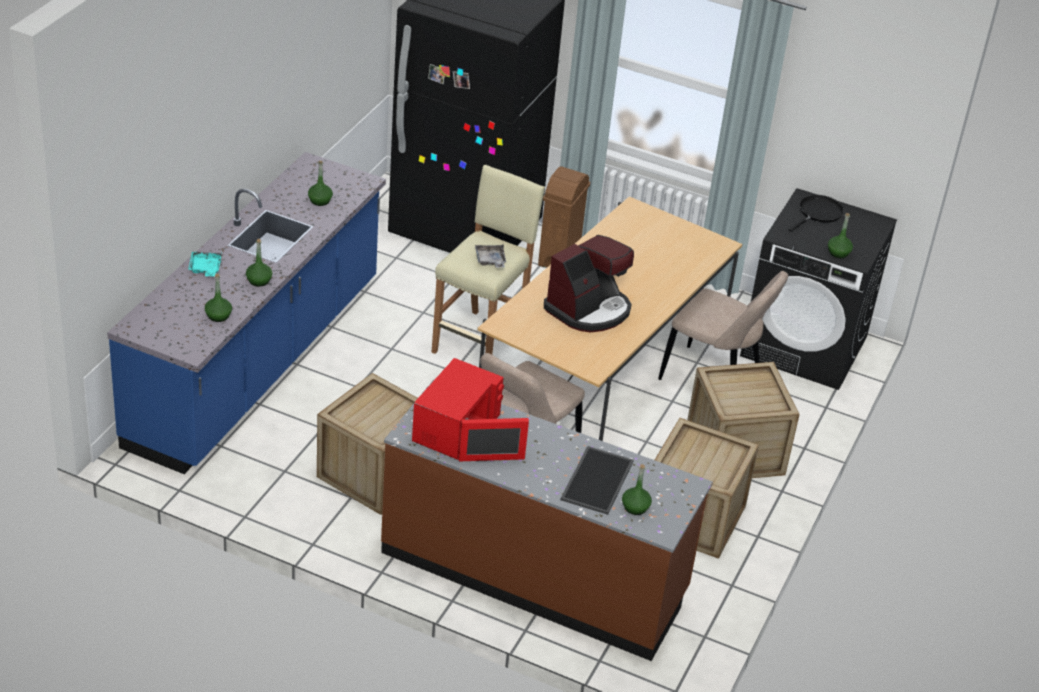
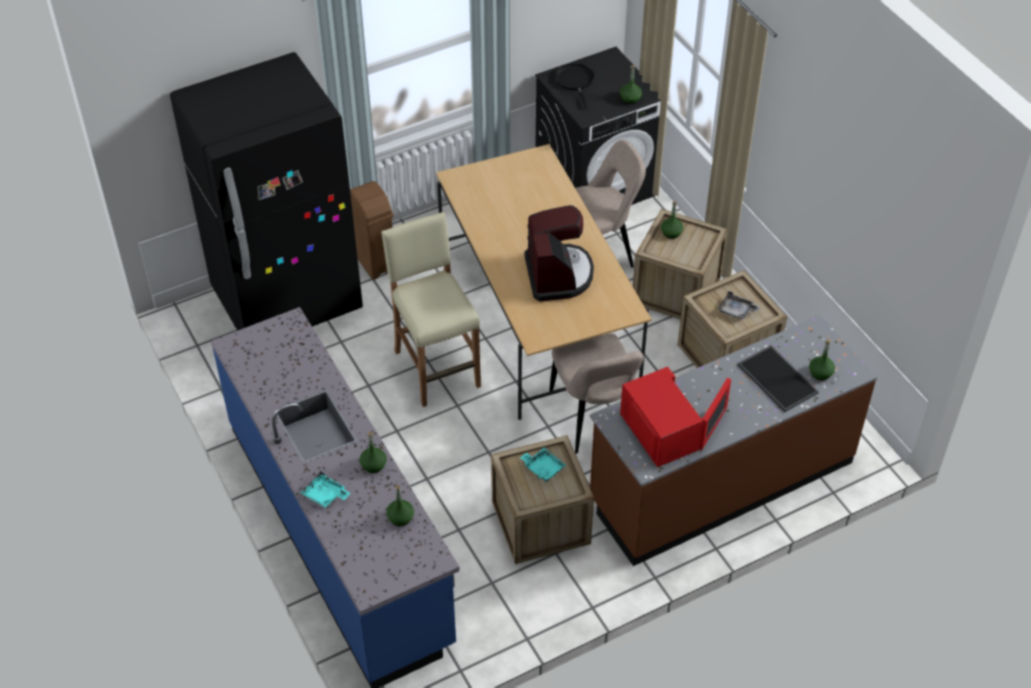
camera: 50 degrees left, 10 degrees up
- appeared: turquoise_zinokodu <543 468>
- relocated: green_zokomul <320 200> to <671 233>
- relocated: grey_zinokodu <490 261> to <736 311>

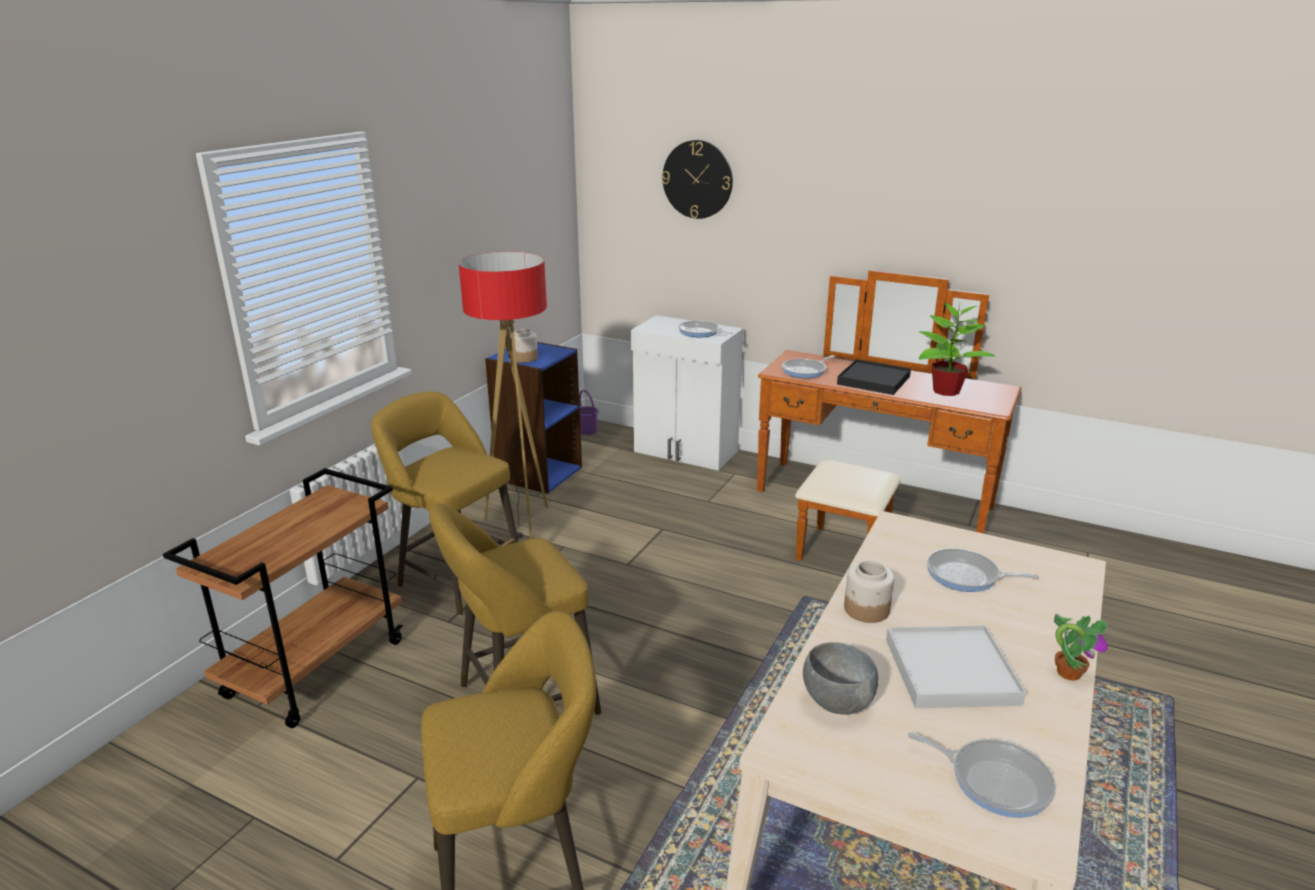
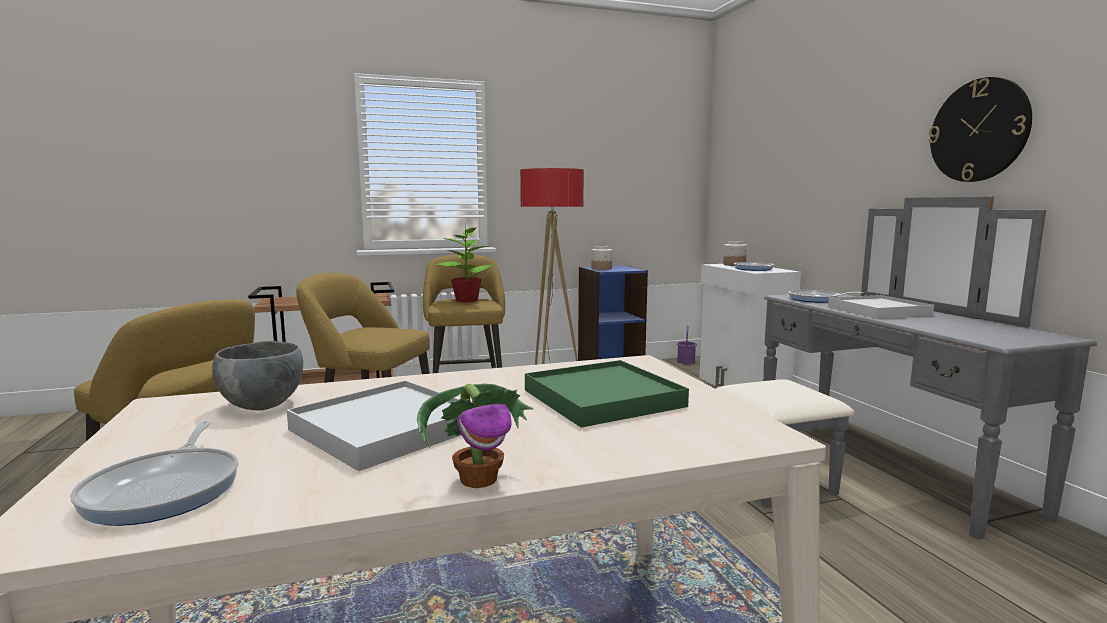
camera: 45 degrees right, 15 degrees down
- relocated: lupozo <945 391> to <466 300>
- exchanged: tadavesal <966 576> to green_zinokodu <602 398>
- colour: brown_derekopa <867 510> to grey_derekopa <859 468>
- relocated: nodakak <866 610> to <734 265>
- colour: black_zinokodu <873 380> to white_zinokodu <878 311>
- relocated: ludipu <697 179> to <978 130>

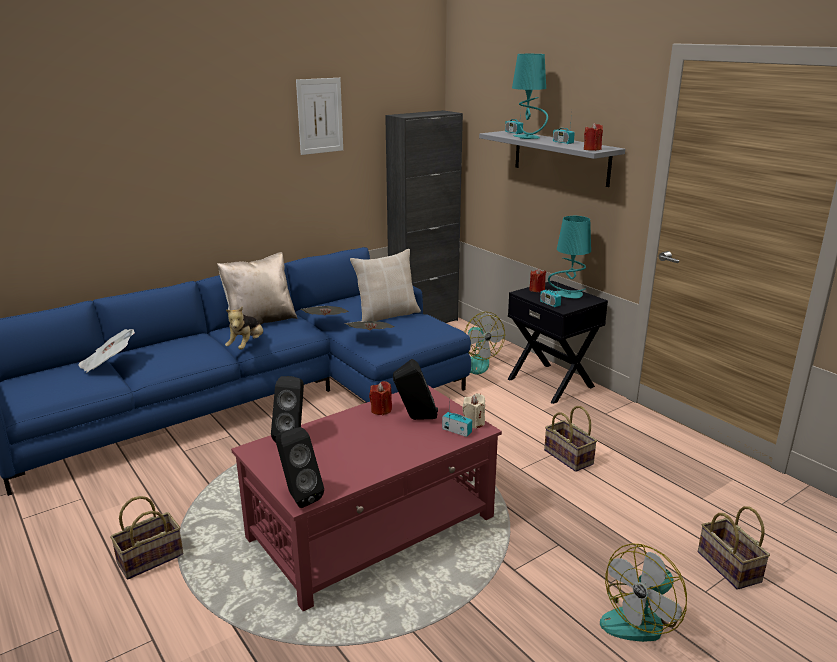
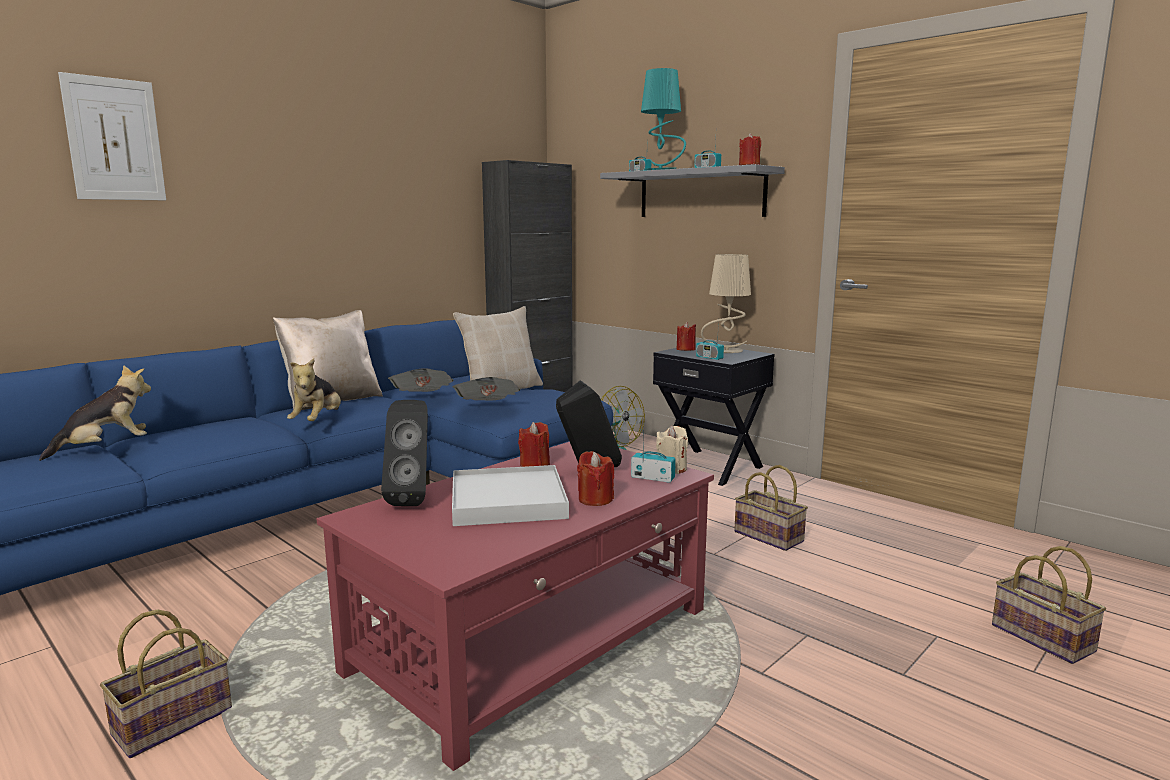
camera: 10 degrees left, 10 degrees down
- exchanged: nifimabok <108 364> to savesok <106 448>
- relocated: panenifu <320 116> to <114 139>
- appeared: white_zinokodu <507 501>
- appeared: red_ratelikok <595 499>
- colour: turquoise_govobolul <568 295> to beige_govobolul <725 351>
- missing: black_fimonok <298 497>
- missing: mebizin <641 618>

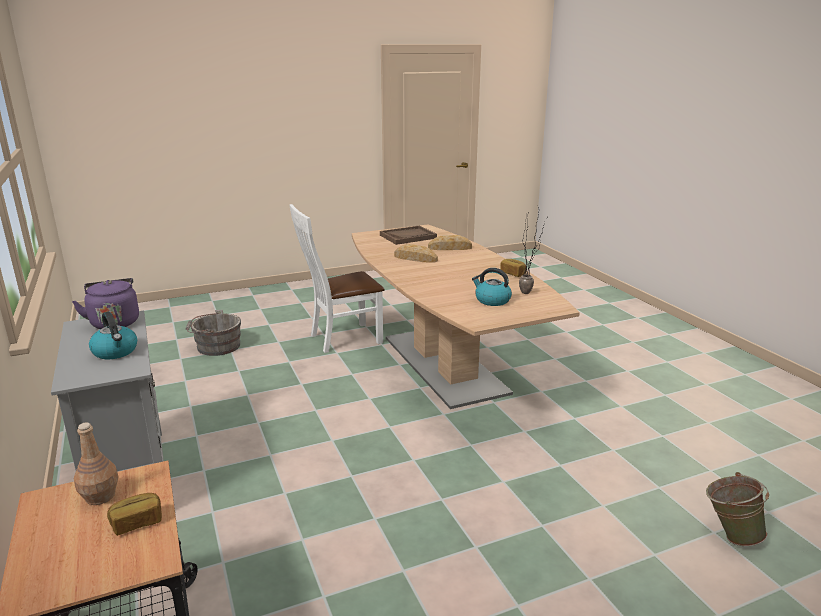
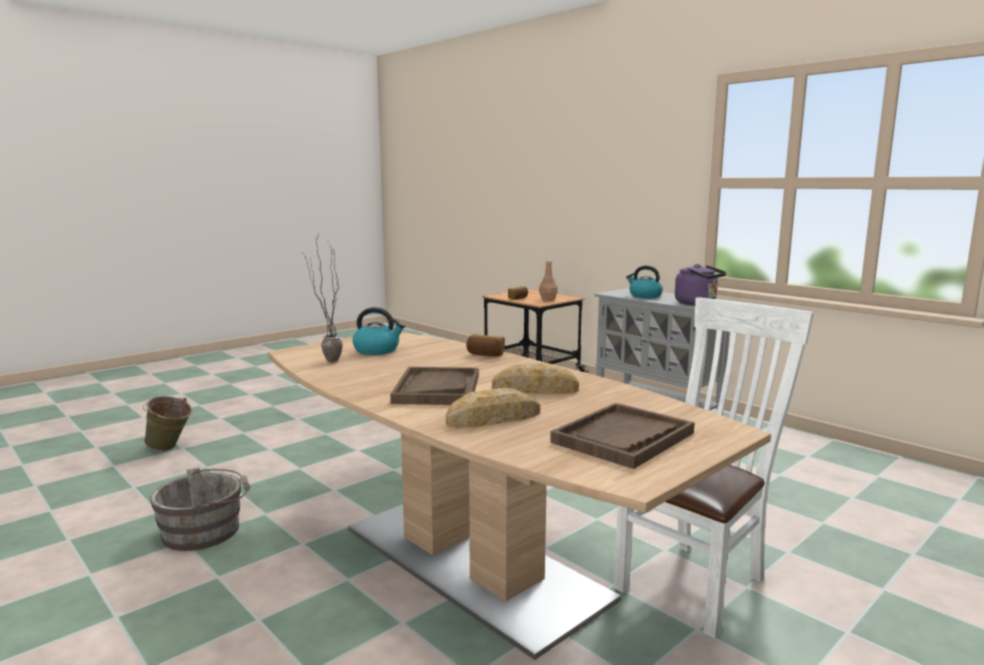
camera: 160 degrees right, 10 degrees down
- relocated: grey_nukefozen <216 347> to <206 531>
- appeared: brown_zinokodu <437 389>
- relocated: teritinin <513 274> to <485 354>

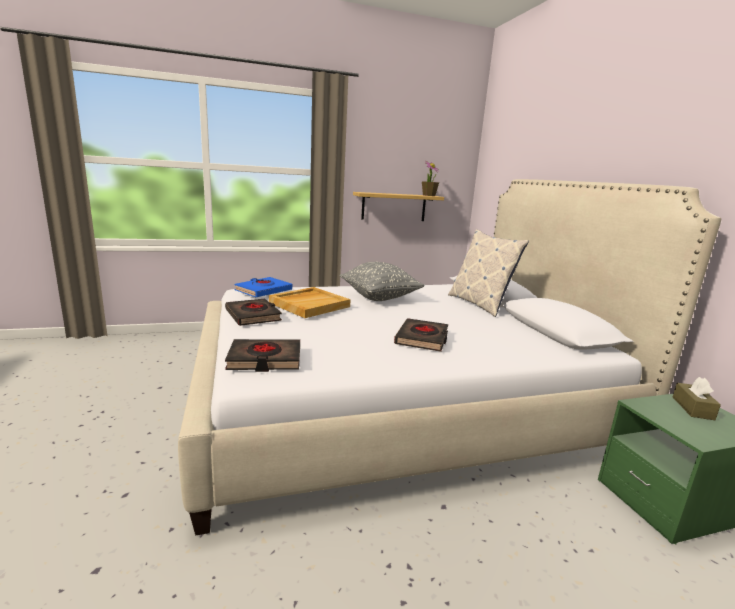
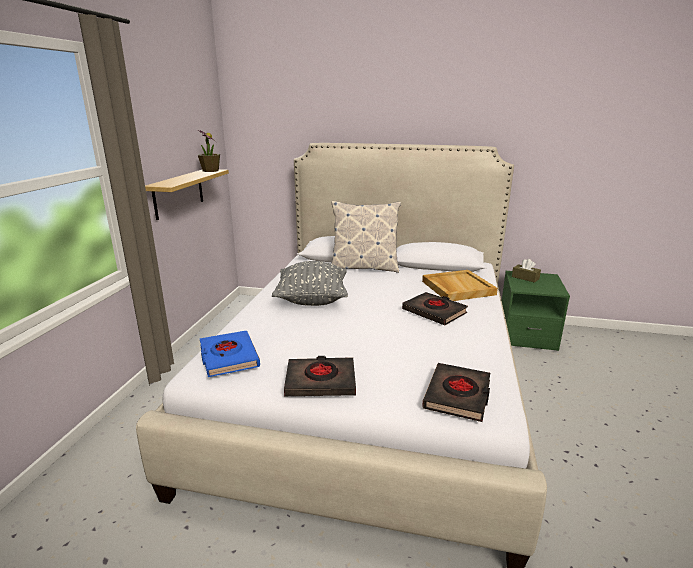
camera: 60 degrees left, 5 degrees up
- relocated: beige_zinokodu <309 304> to <457 288>

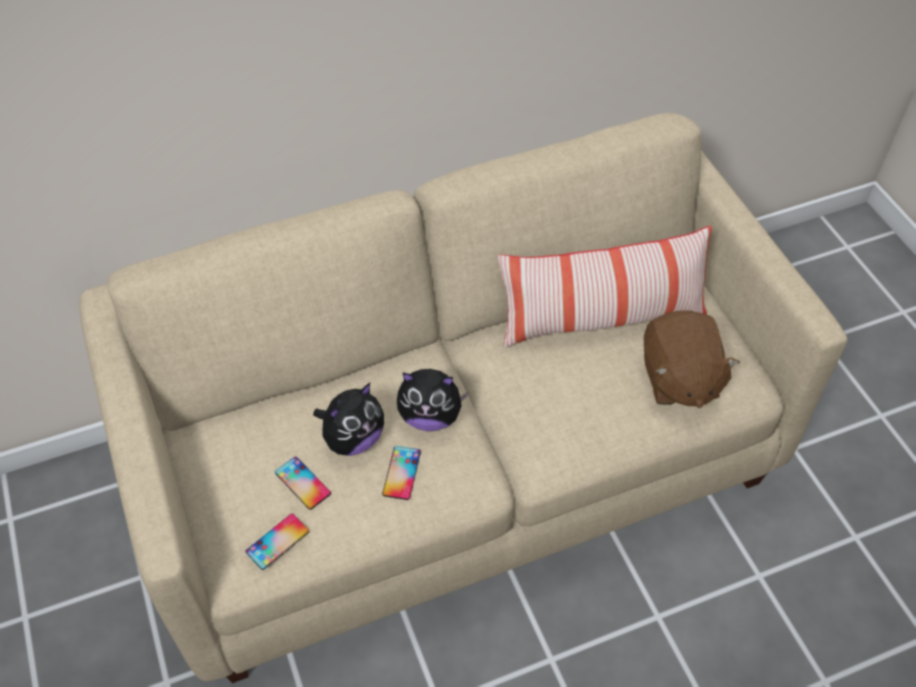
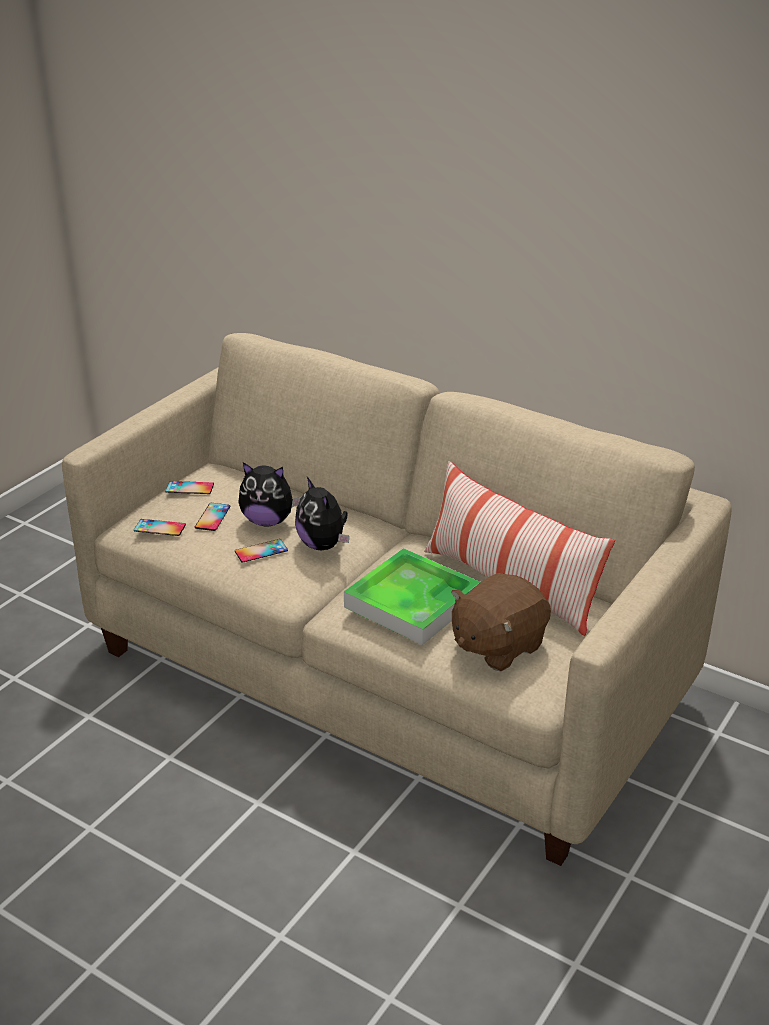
camera: 55 degrees right, 20 degrees down
- appeared: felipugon <189 488>
- appeared: zinokodu <412 602>

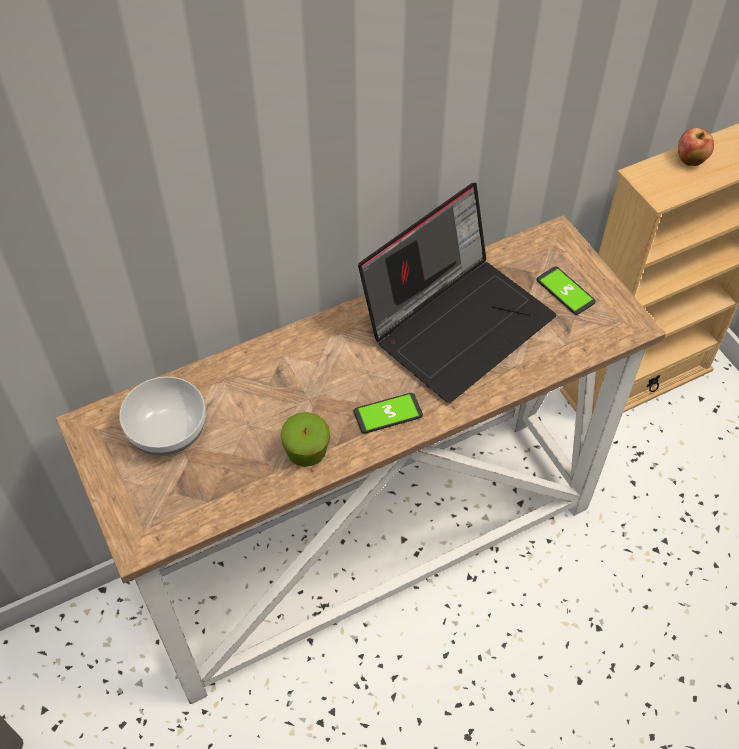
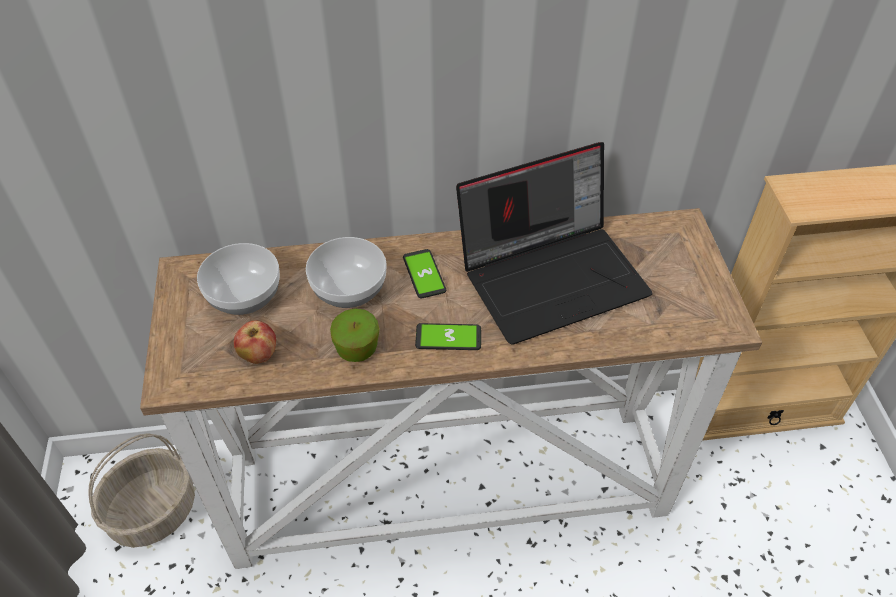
camera: 20 degrees right, 5 degrees down
- appeared: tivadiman <154 511>
- relocated: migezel <690 160> to <259 355>
- appeared: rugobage <349 290>
- relocated: felipugon <565 291> to <424 274>

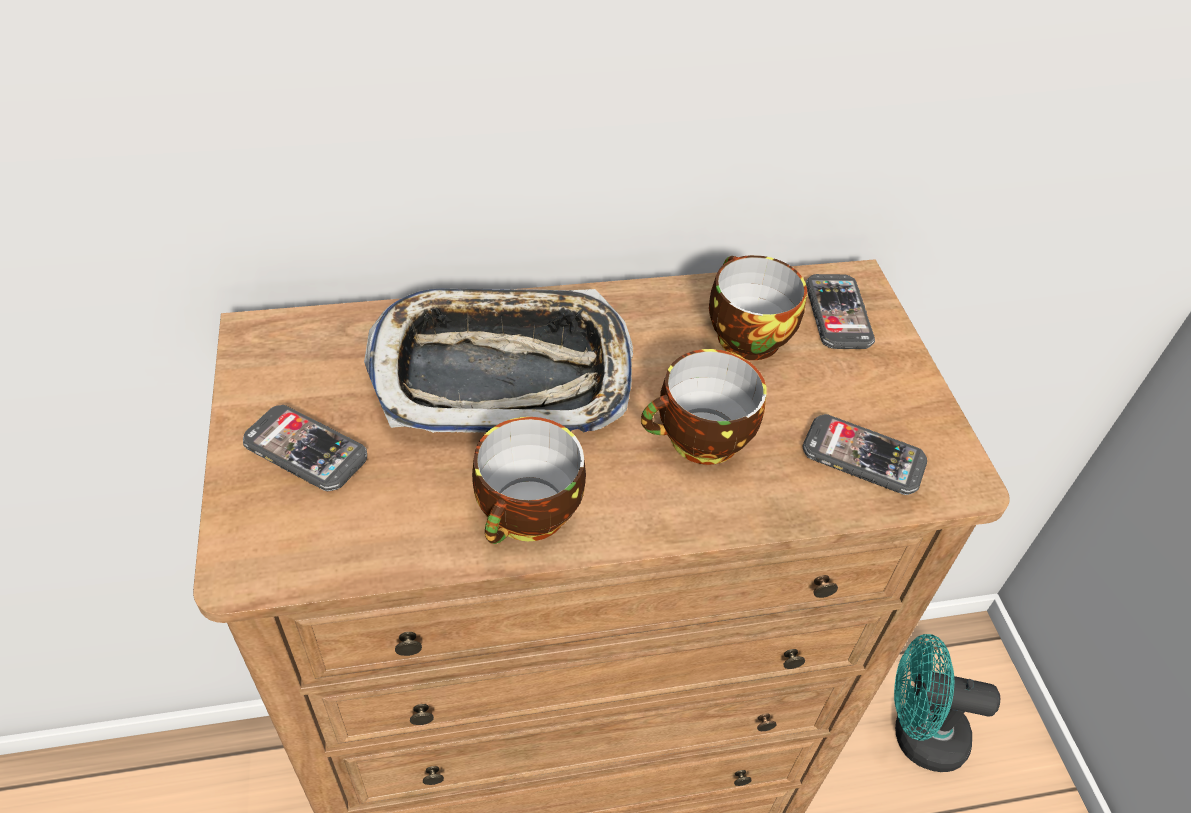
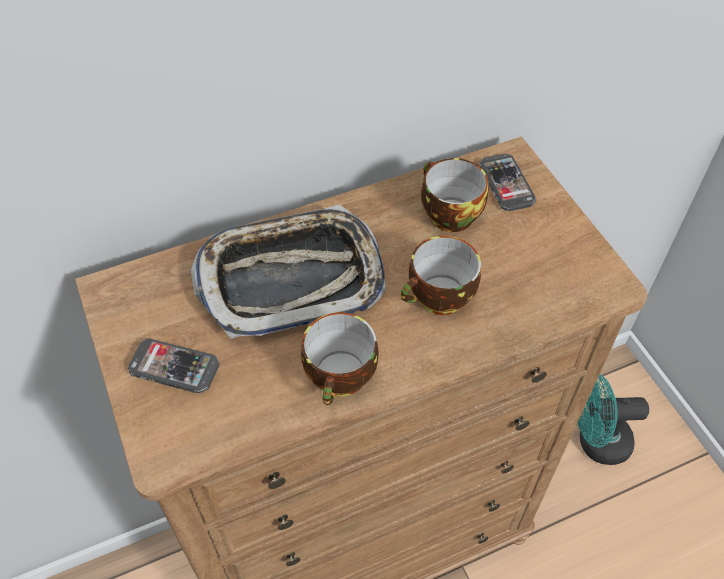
camera: 10 degrees left, 5 degrees up
- missing: felipugon <863 457>

